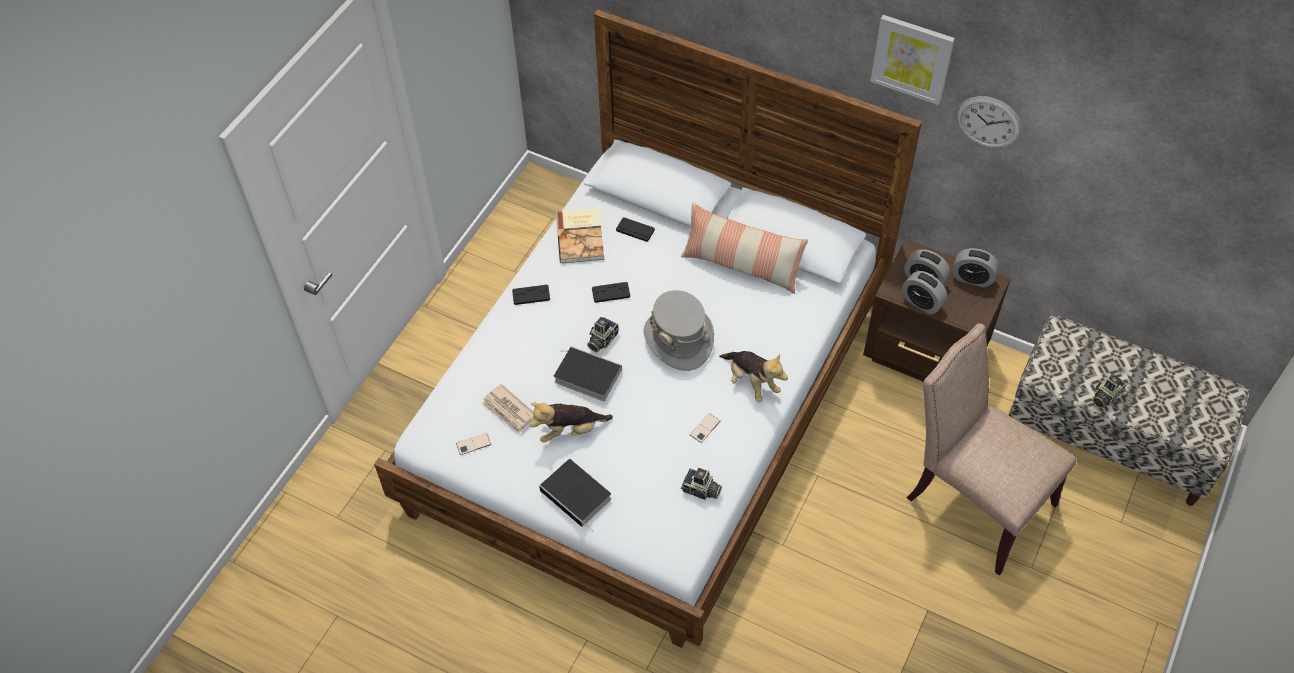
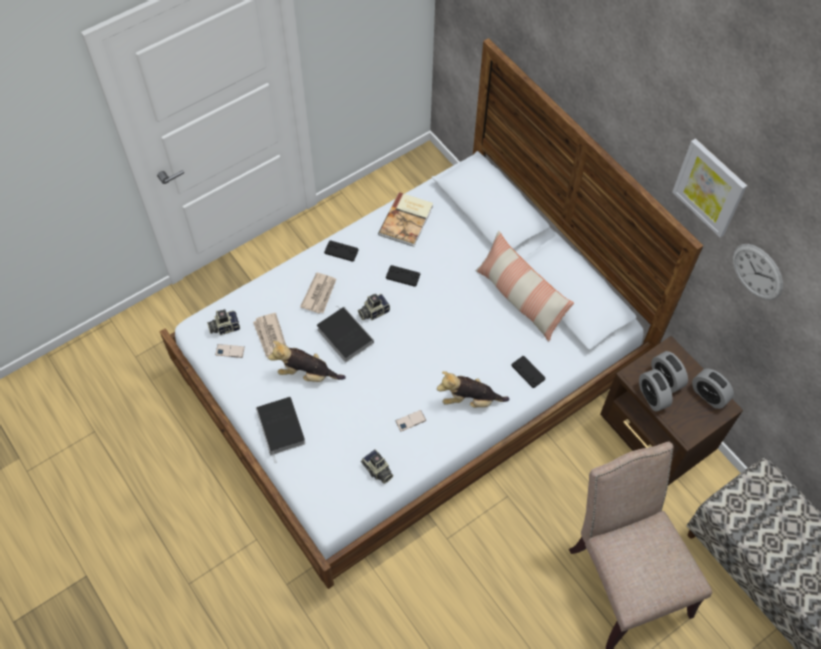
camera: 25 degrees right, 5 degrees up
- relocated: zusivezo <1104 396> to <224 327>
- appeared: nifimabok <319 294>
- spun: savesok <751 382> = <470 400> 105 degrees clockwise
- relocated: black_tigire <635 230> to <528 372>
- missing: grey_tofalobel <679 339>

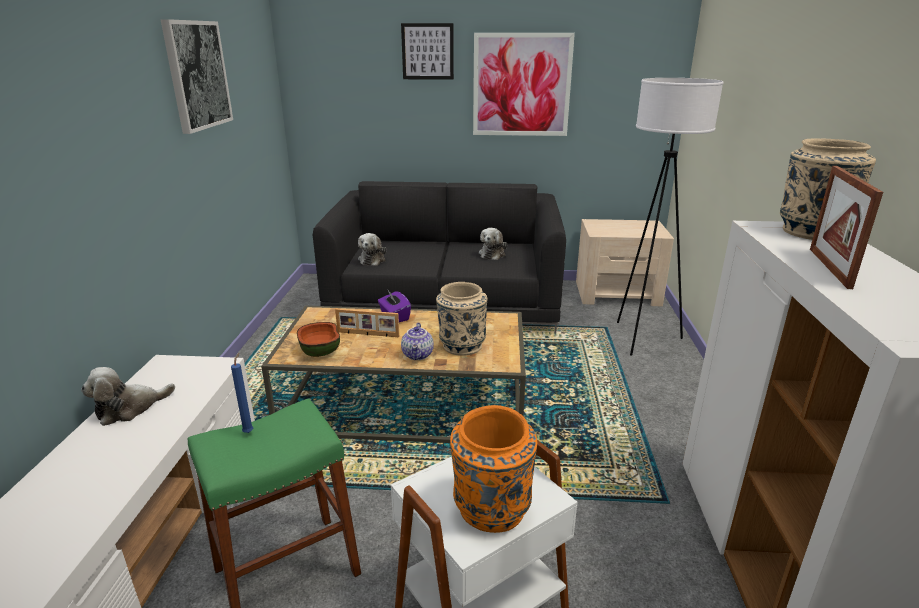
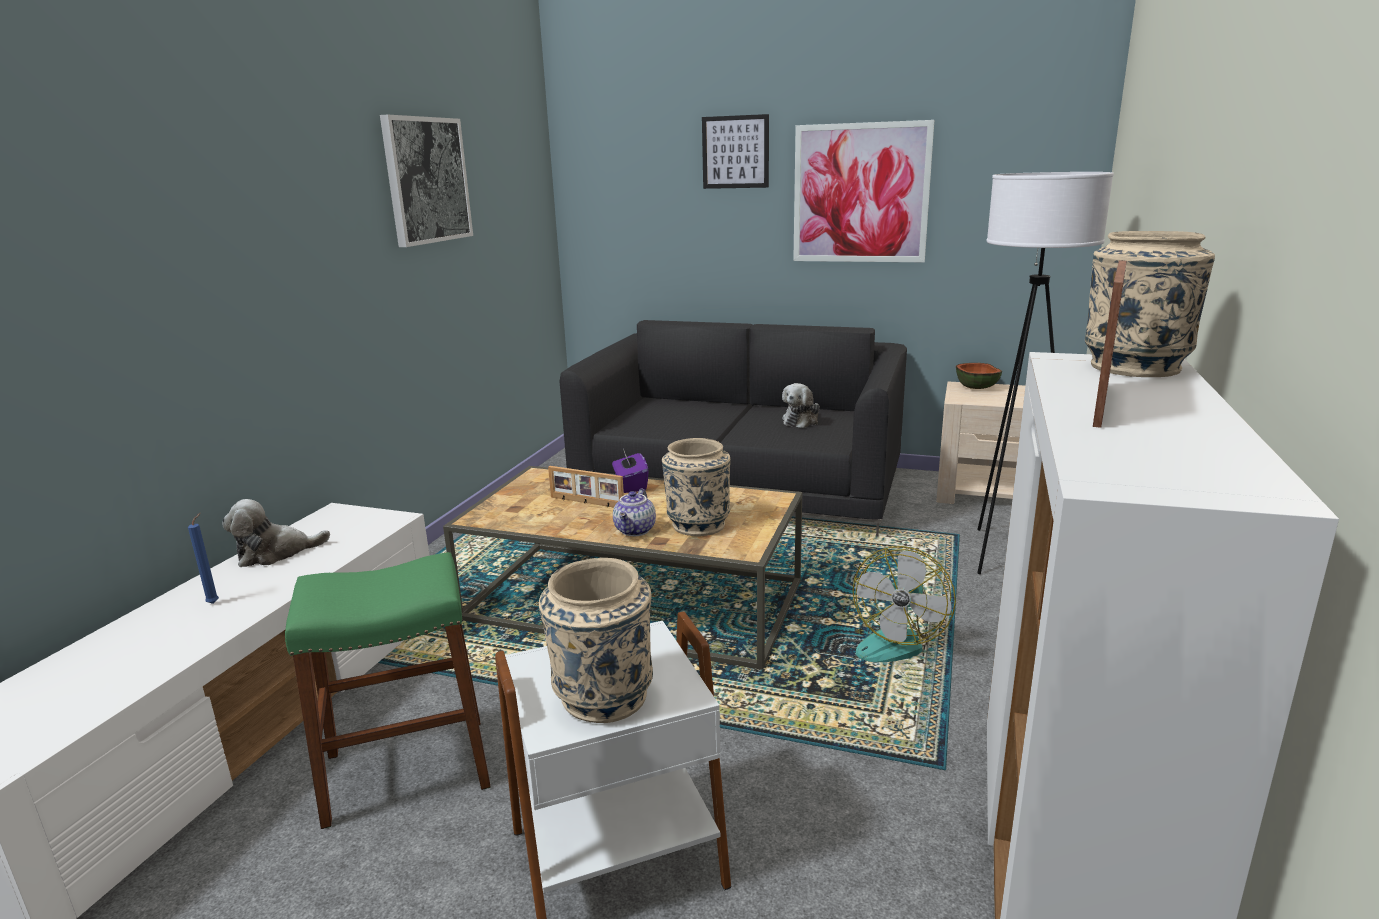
camera: 15 degrees right, 5 degrees down
- relocated: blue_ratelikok <249 431> to <215 602>
- colour: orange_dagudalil <491 510> to beige_dagudalil <603 698>
- appeared: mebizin <893 641>
- relocated: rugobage <321 351> to <977 387>
- missing: savesok <373 259>

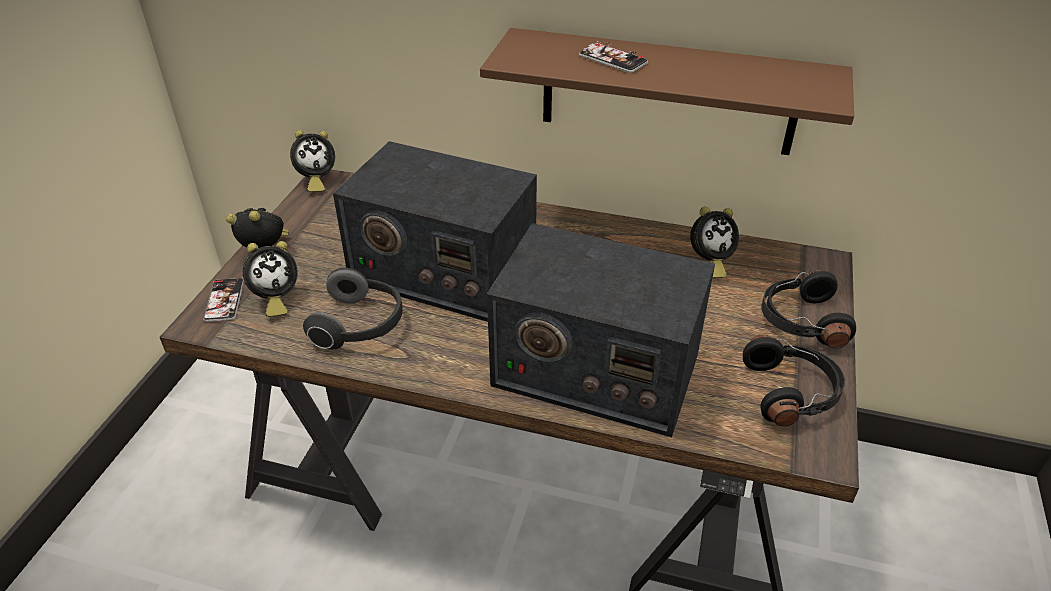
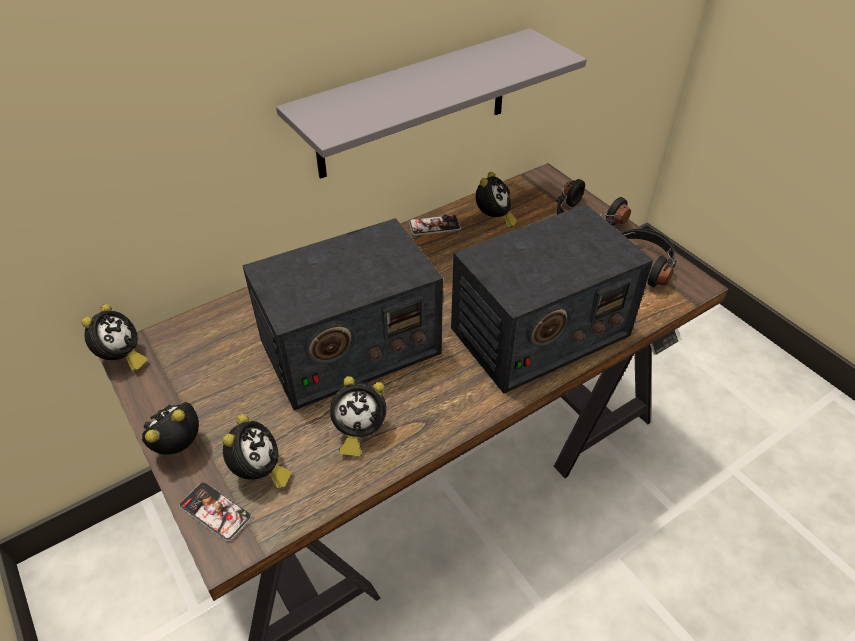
camera: 50 degrees left, 5 degrees up
- colour: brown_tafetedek <668 92> to grey_tafetedek <414 104>
- exchanged: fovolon <360 325> to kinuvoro <358 432>
- relocated: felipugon <612 59> to <434 226>

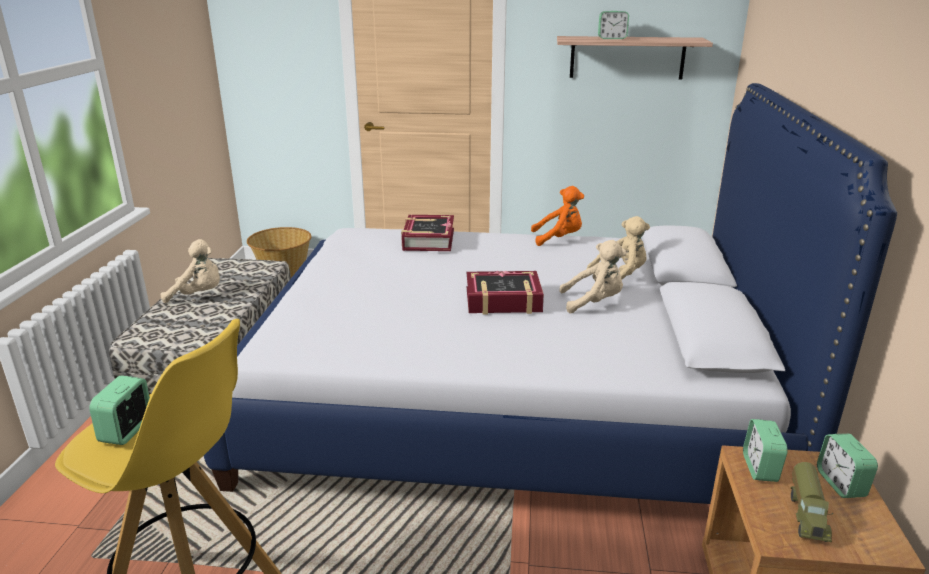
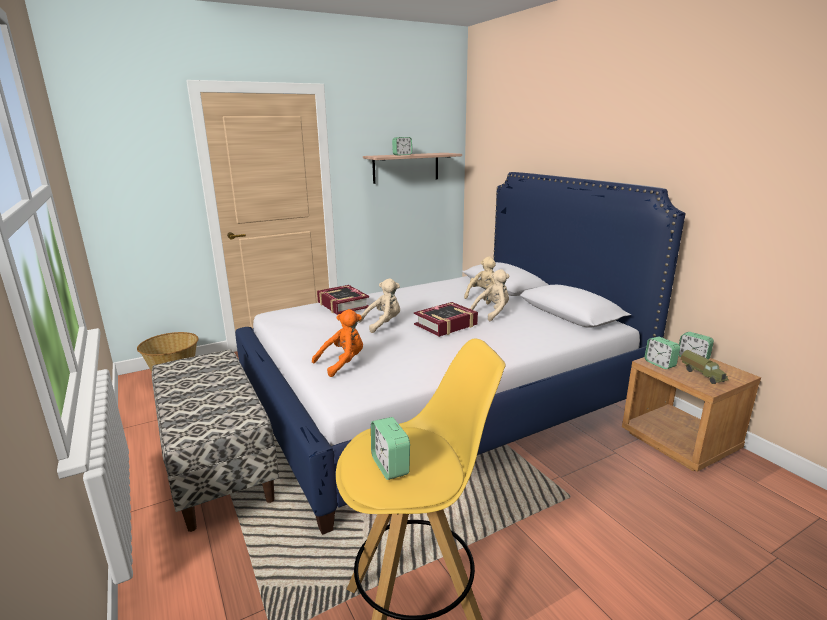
camera: 35 degrees left, 5 degrees down
- relocated: orange_savesok <559 239> to <343 363>
- relocated: beige_savesok <199 295> to <383 324>

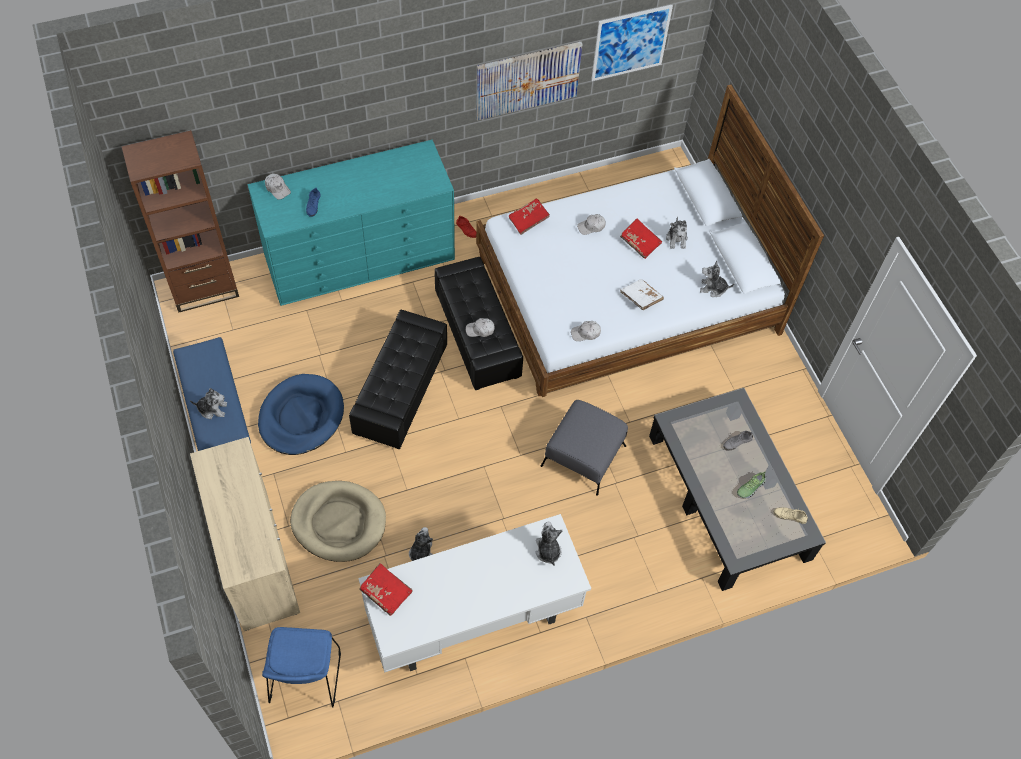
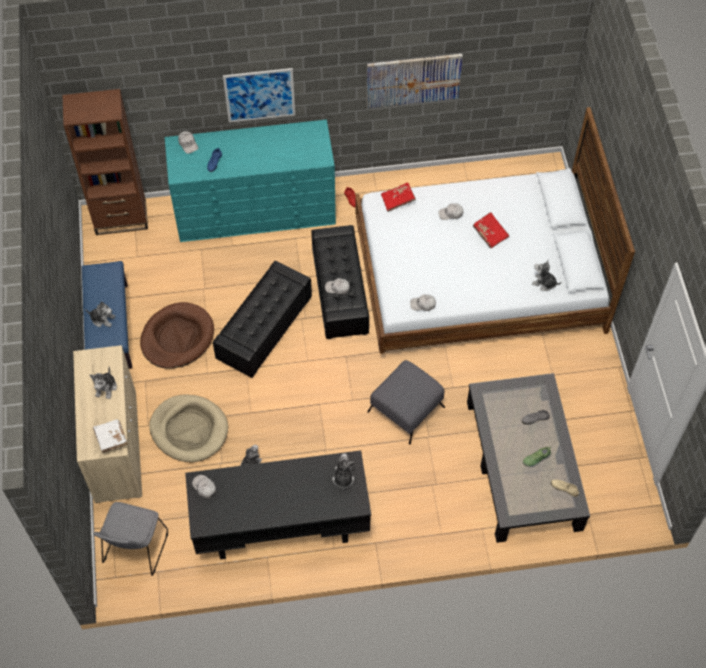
camera: 15 degrees right, 0 degrees up
- relocated: savesok <676 239> to <106 388>
- relocated: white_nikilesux <641 298> to <111 438>
- colour: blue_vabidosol <305 679> to grey_vabidosol <135 549>
- colour: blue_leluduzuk <301 416> to brown_leluduzuk <177 338>
- colour: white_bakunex <473 621> to black_bakunex <281 529>
- exchanged: red_nikilesux <386 592> to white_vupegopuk <204 487>
- relocated: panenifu <630 43> to <259 95>

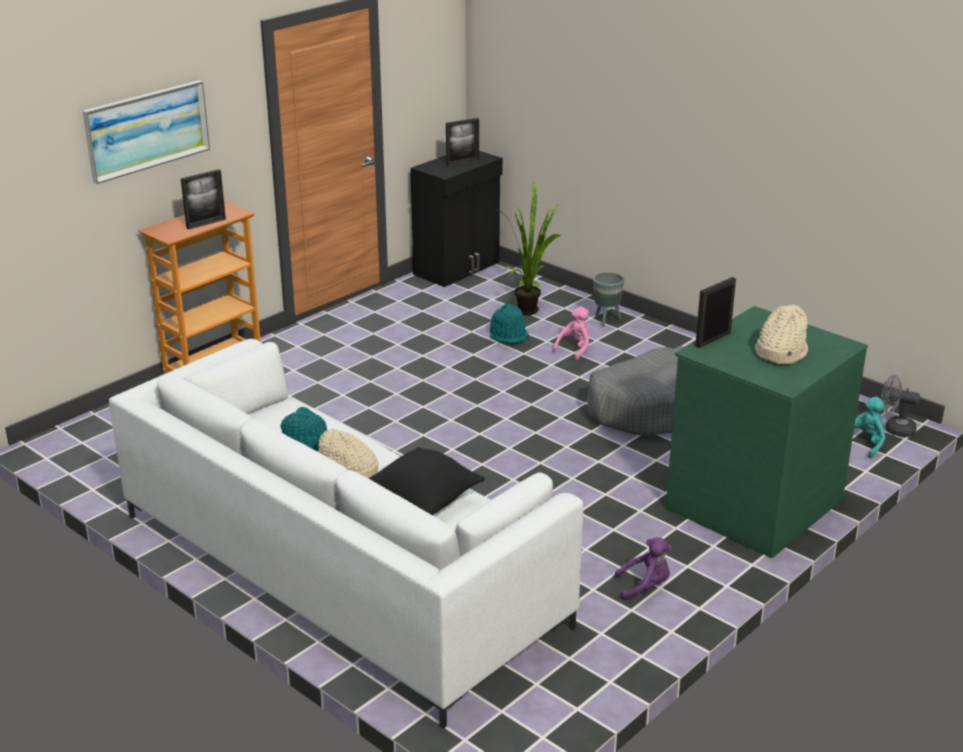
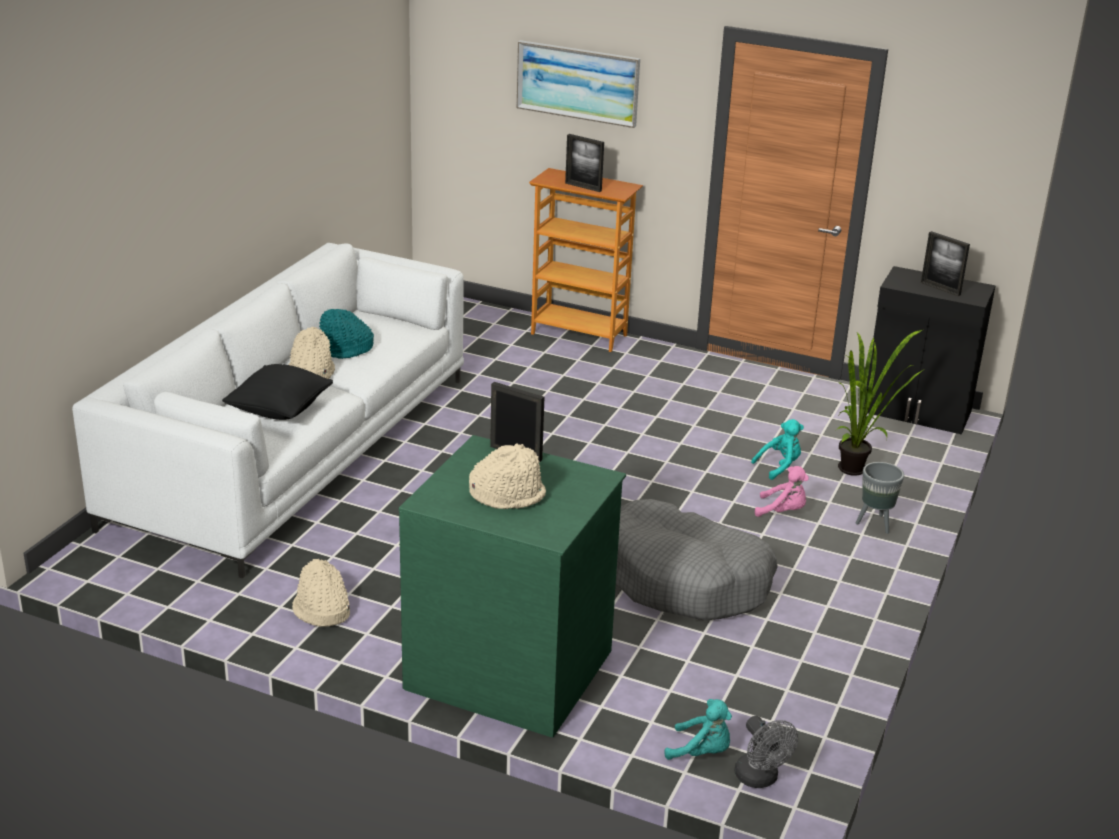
camera: 70 degrees right, 0 degrees up
- exchanged: purple_savesok <645 586> to beige_tofalobel <321 610>
- spun: grey_mebizin <894 429> = <760 779> 150 degrees clockwise
- exchanged: turquoise_tofalobel <508 336> to turquoise_savesok <779 466>

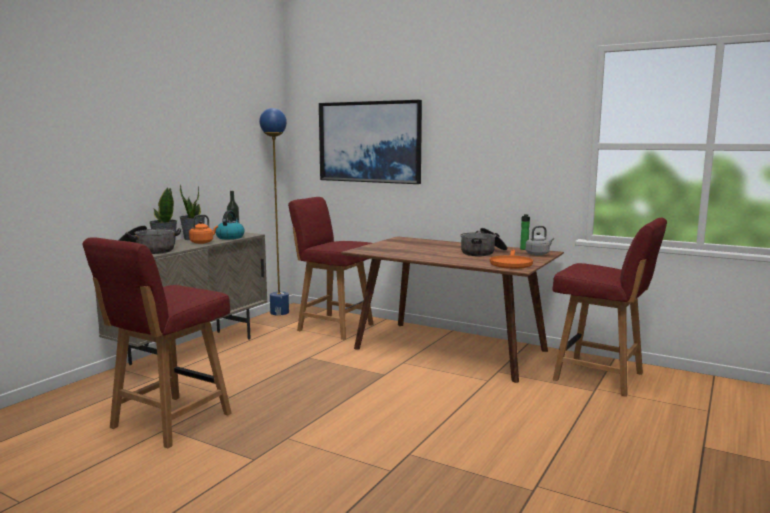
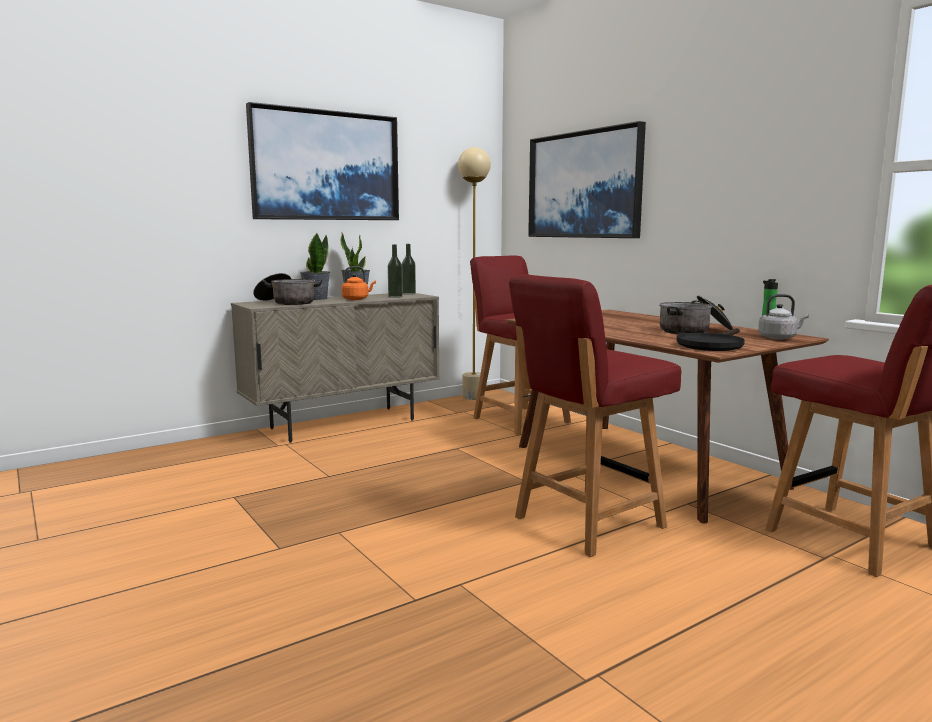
camera: 25 degrees right, 0 degrees up
- appeared: panenifu <326 166>
- exchanged: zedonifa <230 237> to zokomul <395 297>
- colour: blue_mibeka <279 312> to beige_mibeka <473 397>
- relocated: red_vabidosol <169 421> to <586 523>
- colour: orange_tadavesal <510 263> to black_tadavesal <712 345>

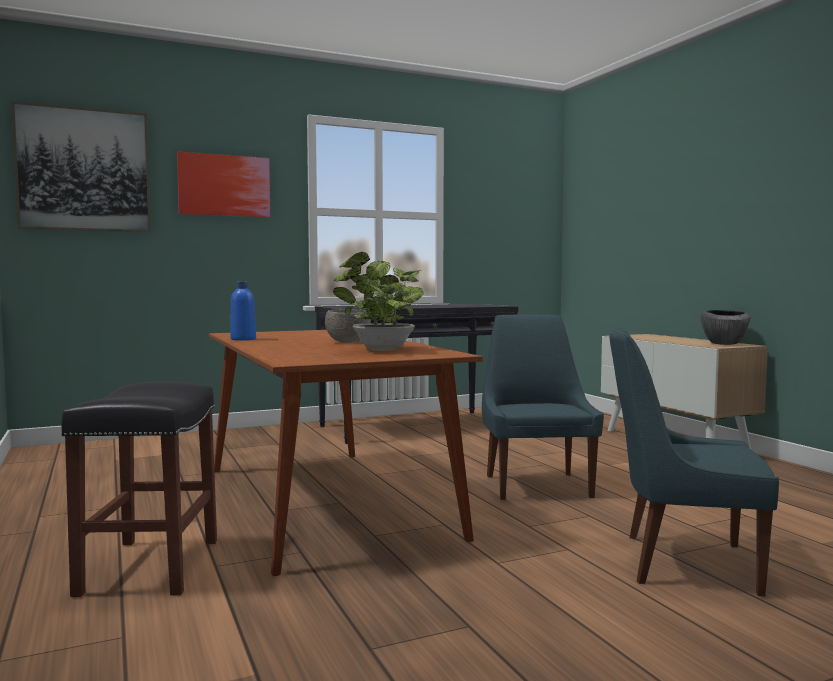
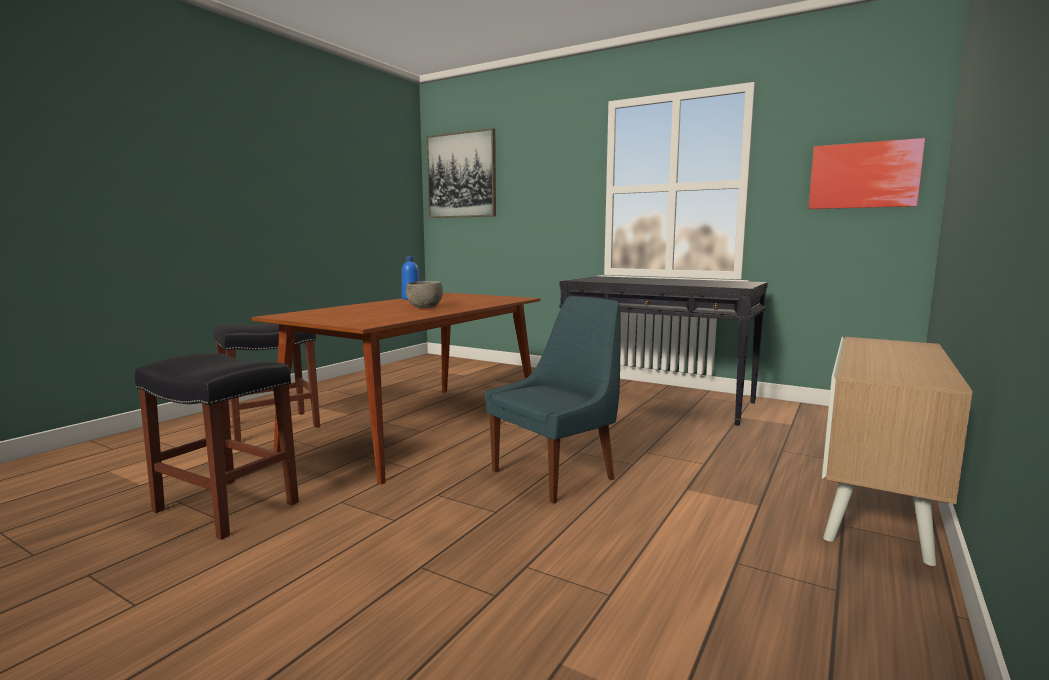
camera: 55 degrees right, 5 degrees up
- appeared: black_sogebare <224 507>
- relocated: panenifu <224 185> to <863 175>
- missing: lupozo <380 350>
- missing: blue_vabidosol <683 563>
- missing: rugobage <723 344>

